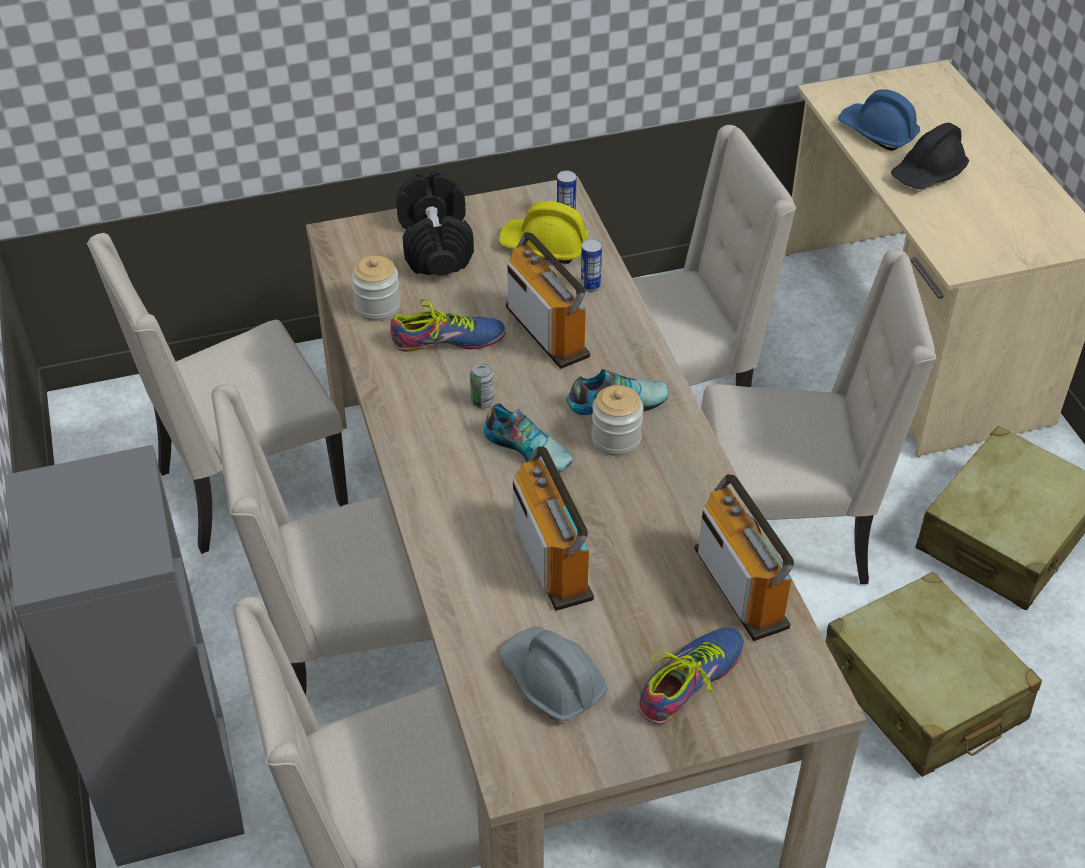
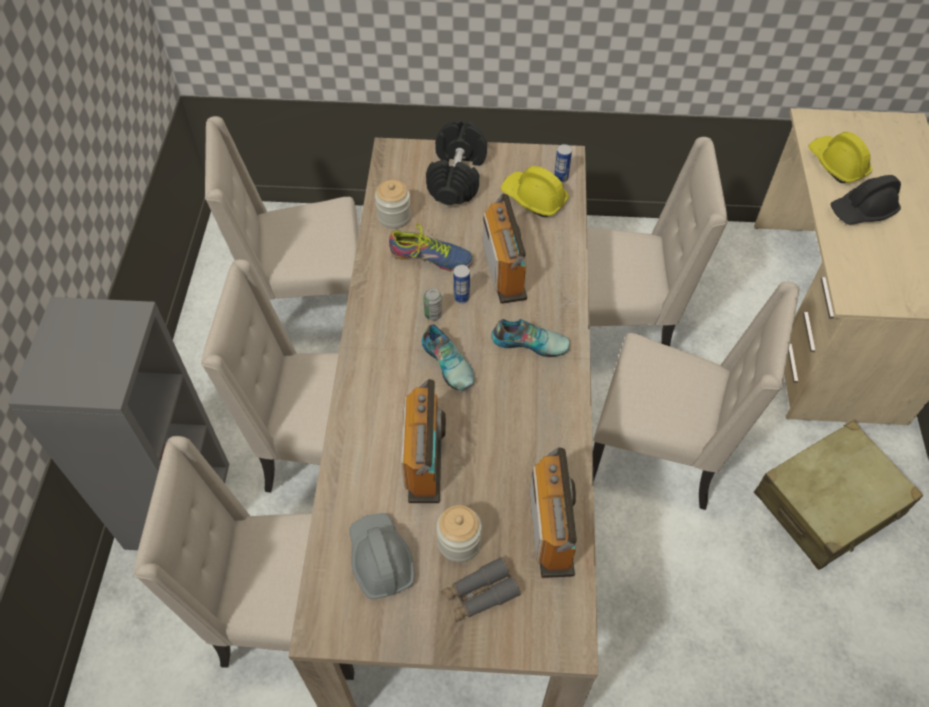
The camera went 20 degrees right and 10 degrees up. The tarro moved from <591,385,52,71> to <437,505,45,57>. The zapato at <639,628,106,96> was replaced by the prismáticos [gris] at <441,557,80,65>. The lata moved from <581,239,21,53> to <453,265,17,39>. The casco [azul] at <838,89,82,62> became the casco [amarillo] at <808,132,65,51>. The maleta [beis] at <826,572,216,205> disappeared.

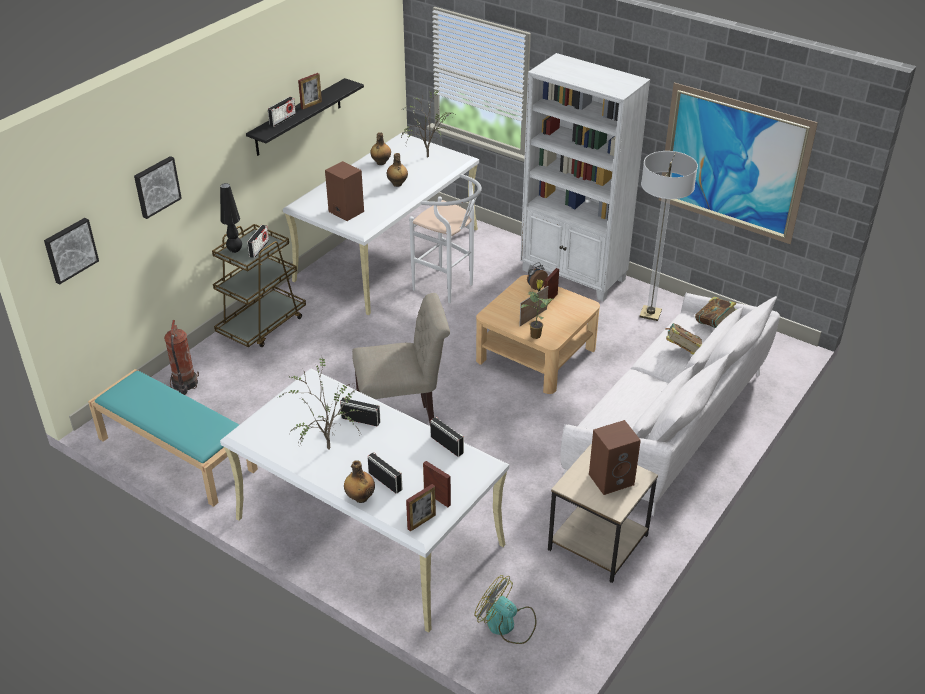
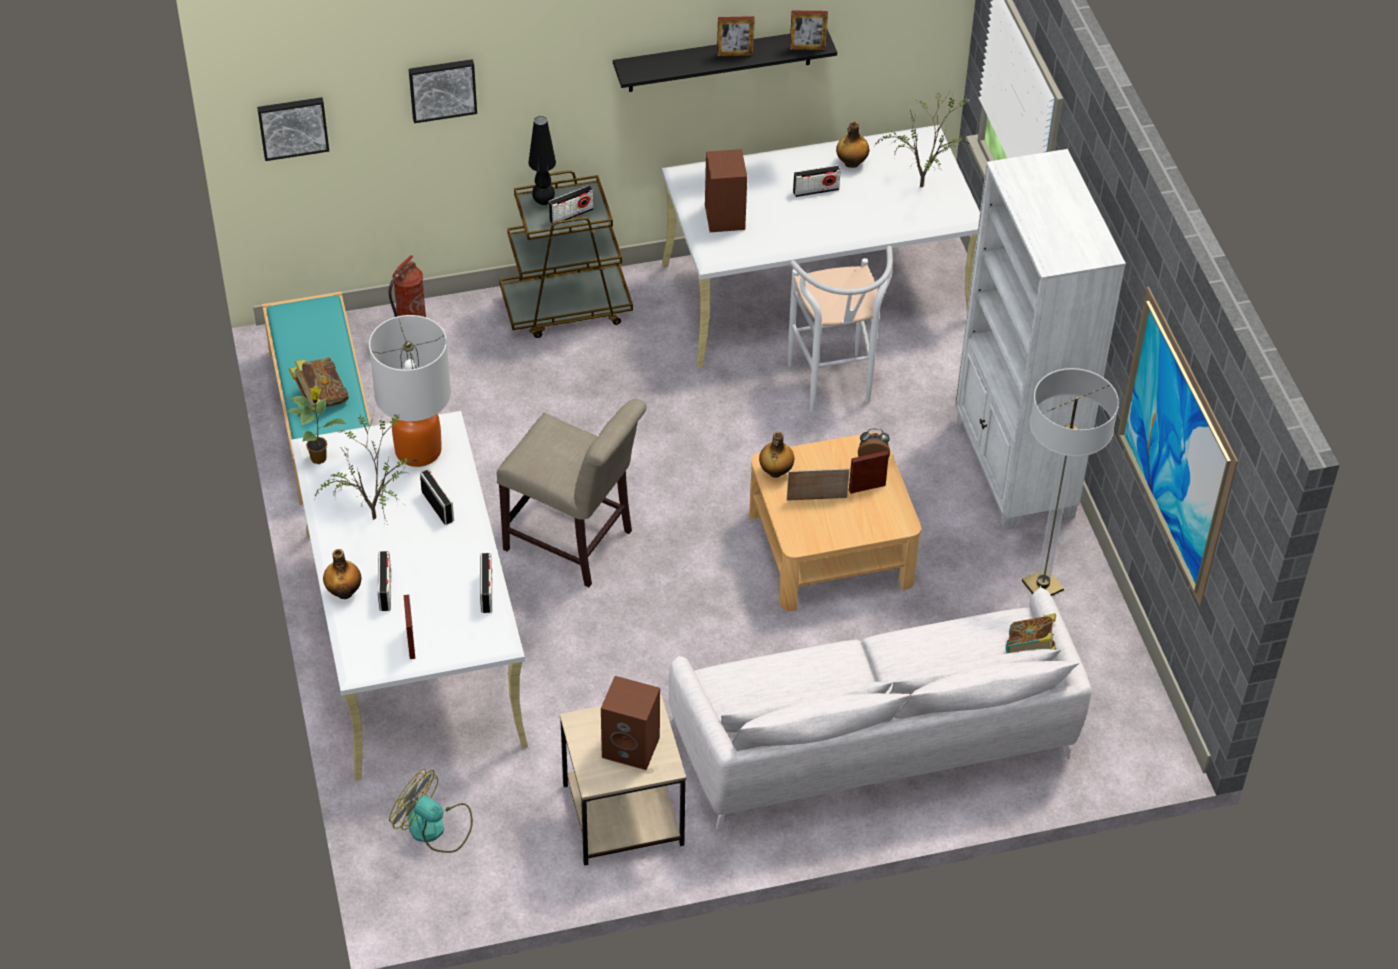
The camera went 40 degrees right and 10 degrees up. The planta en maceta moved from <521,279,32,60> to <286,387,60,77>. The libro moved from <665,323,37,32> to <289,357,60,55>. The lámpara de mesa at <369,315,82,152> appeared. The ventilador at <474,575,62,69> turned 45 degrees counterclockwise. The botella moved from <387,153,21,34> to <759,432,35,46>. The portarretratos moved from <406,484,30,48> to <790,11,38,39>. The radio moved from <268,97,28,30> to <793,165,48,32>.

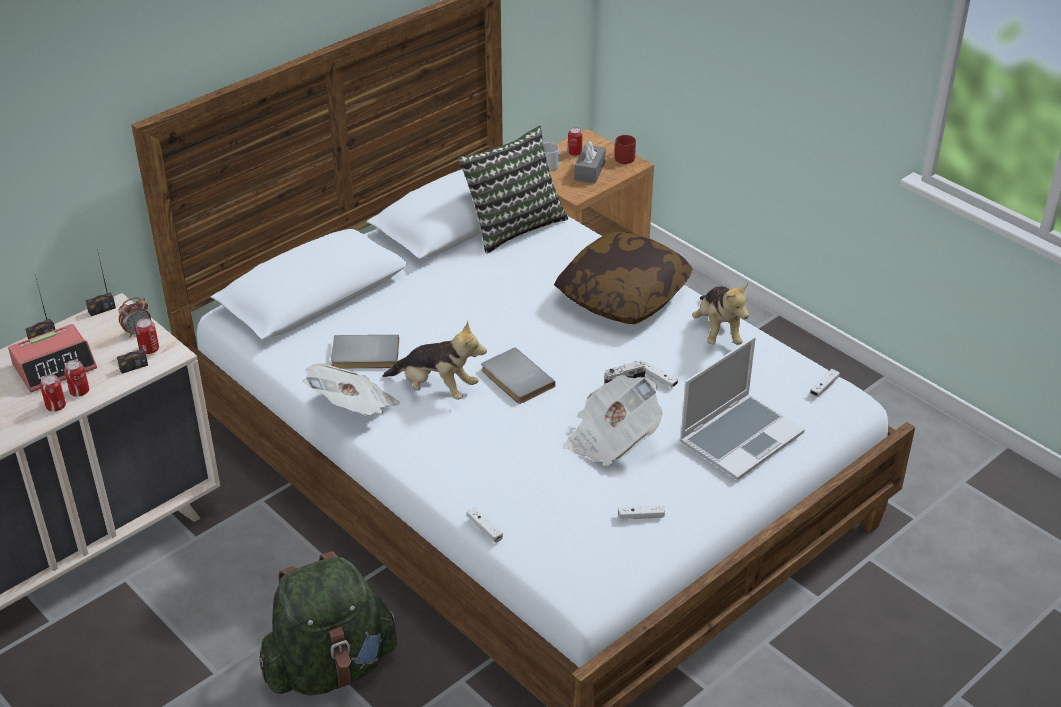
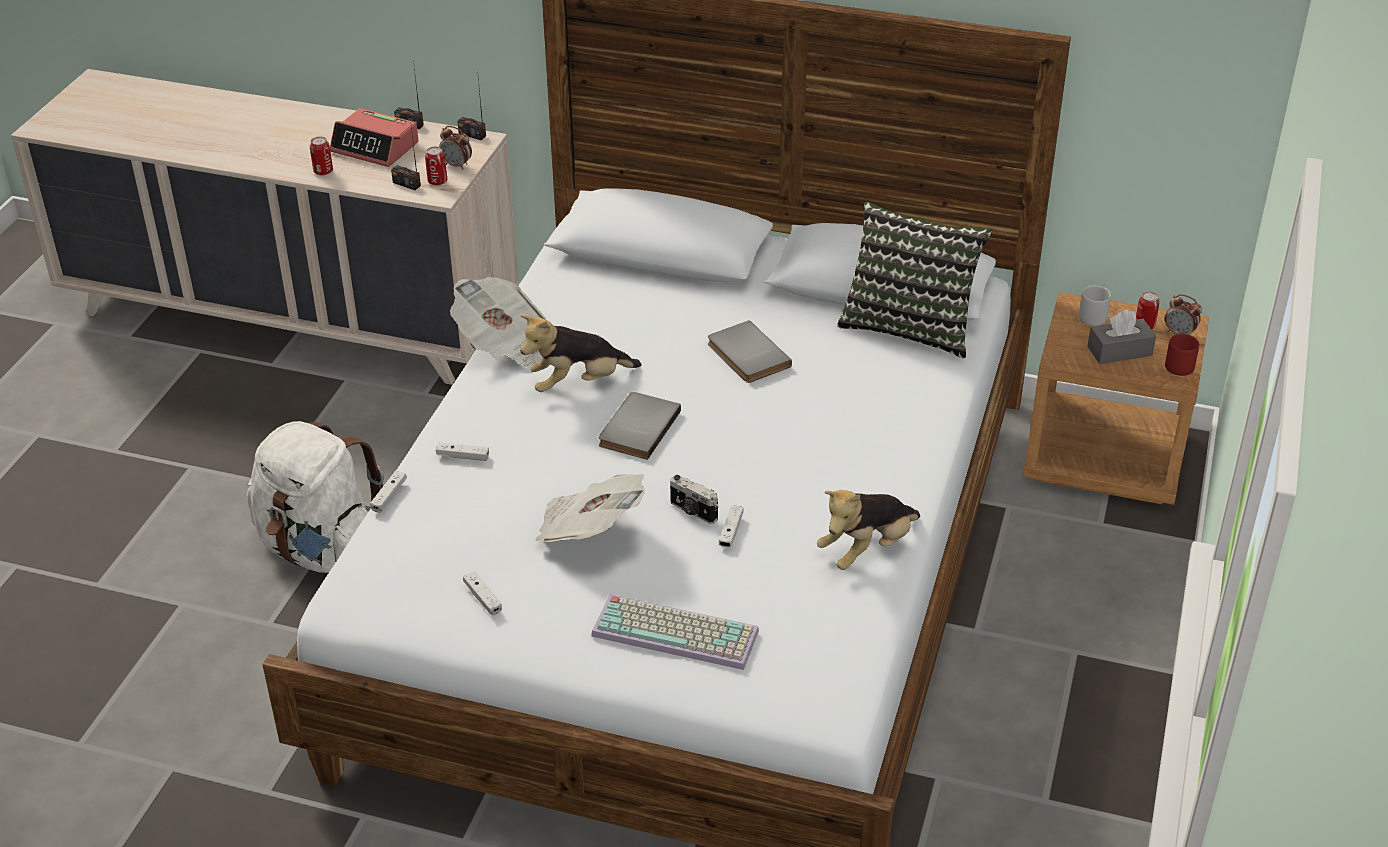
The camera went 60 degrees right and 0 degrees up. The mochila [verde] at <260,551,137,145> became the mochila [blanco] at <247,421,137,152>. The mando de consola [blanco] moved from <810,369,30,28> to <436,442,53,19>. The peluche at <383,321,104,79> turned 75 degrees clockwise. The portátil at <680,337,125,143> was replaced by the teclado at <591,594,168,76>. The libro [gris] moved from <331,335,68,33> to <708,320,84,63>. The despertador at <1165,294,37,41> appeared. The lata at <64,360,25,37> disappeared. The cojín at <554,231,139,93> disappeared.

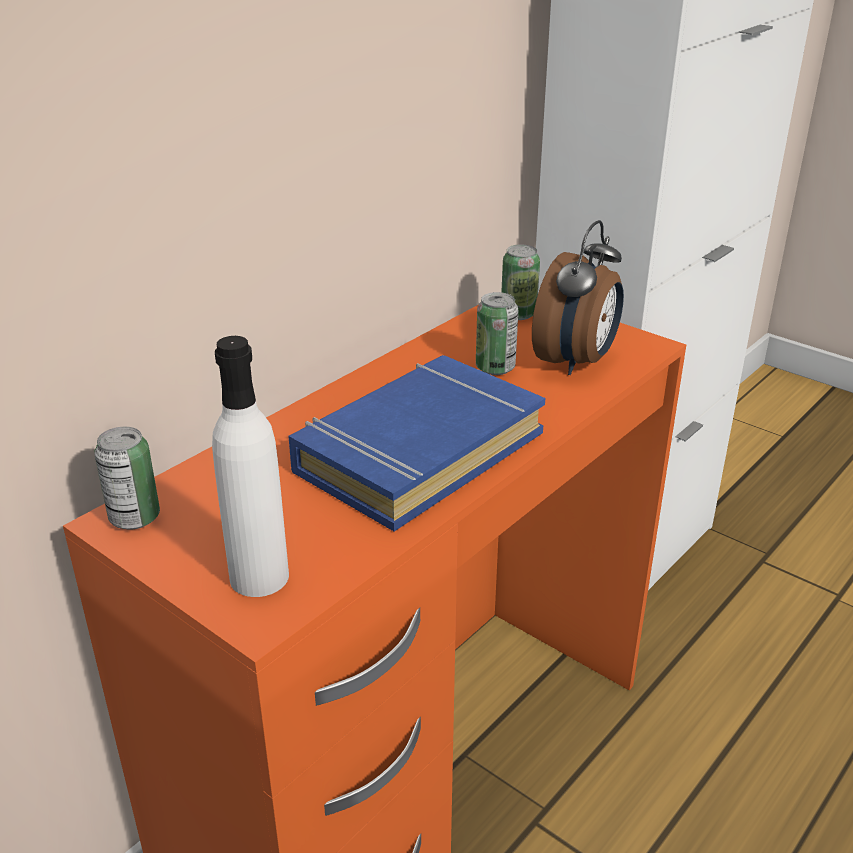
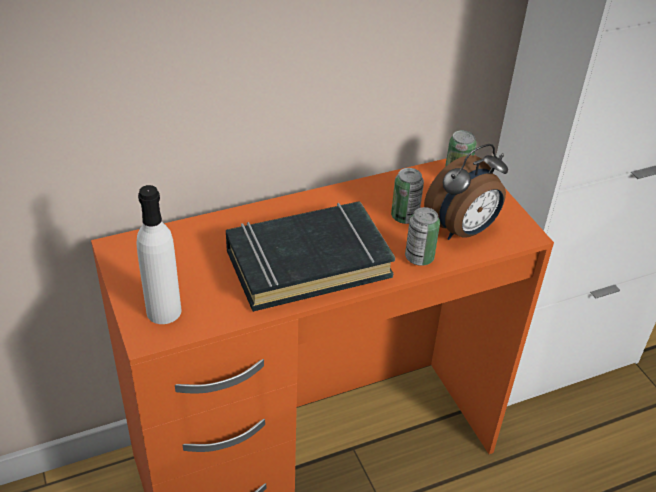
The camera went 25 degrees right and 10 degrees up. The libro [azul] at <288,355,257,176> became the libro [negro] at <226,201,169,111>. The lata moved from <95,427,65,103> to <405,207,35,59>.

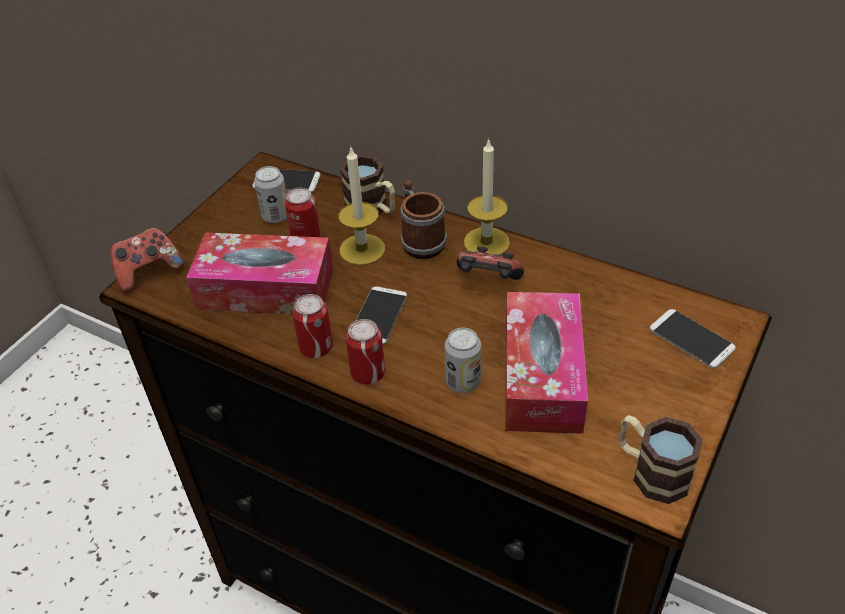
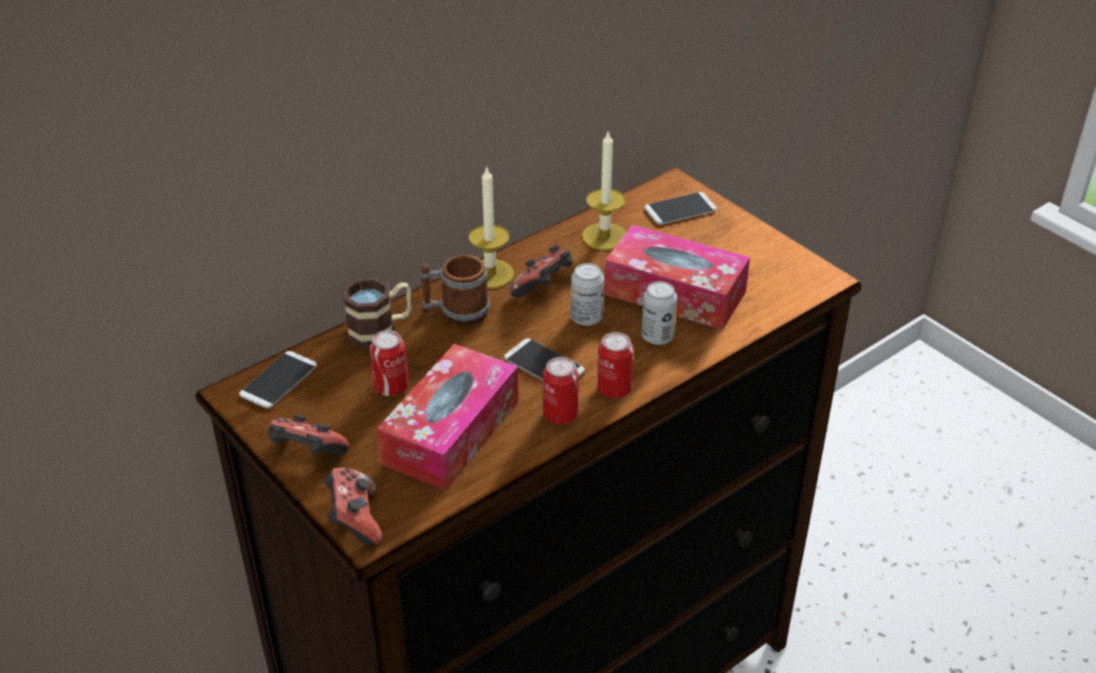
The camera went 70 degrees left and 5 degrees down. The mando de consola at <268,414,81,41> appeared. The lata moved from <254,166,33,57> to <571,263,33,63>. The vela moved from <338,148,47,117> to <582,132,44,118>. The taza grande at <619,415,84,89> disappeared.

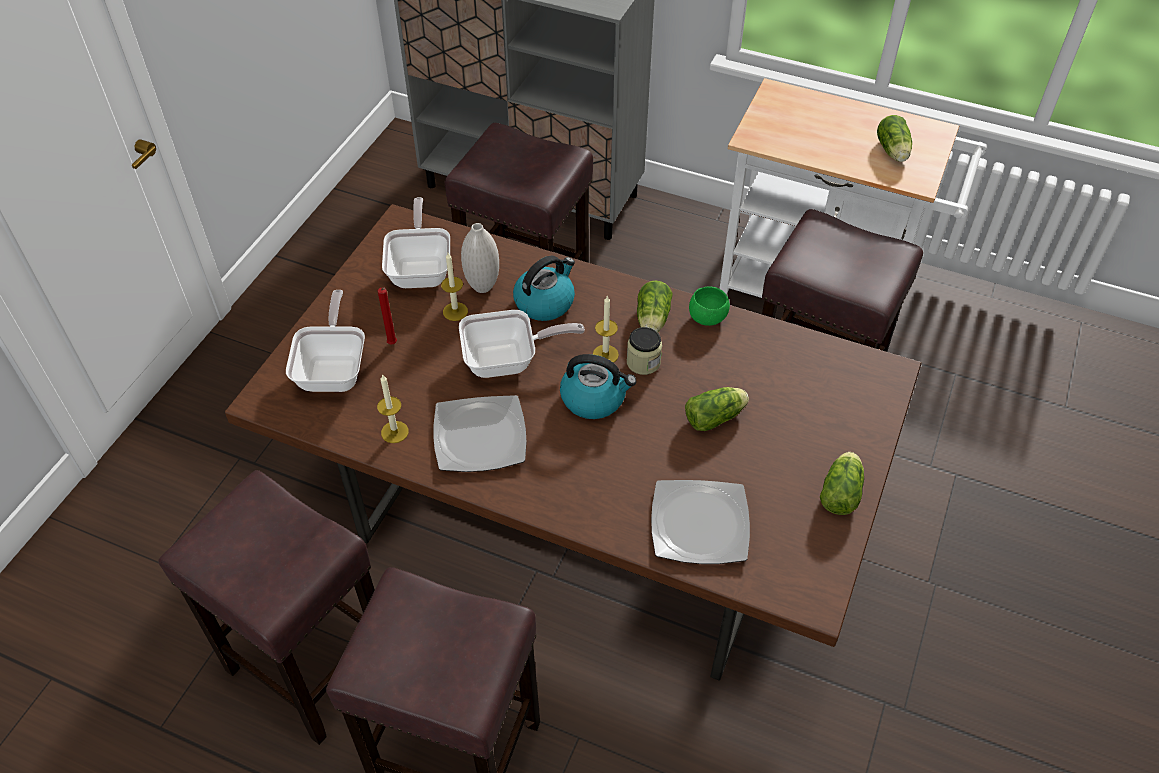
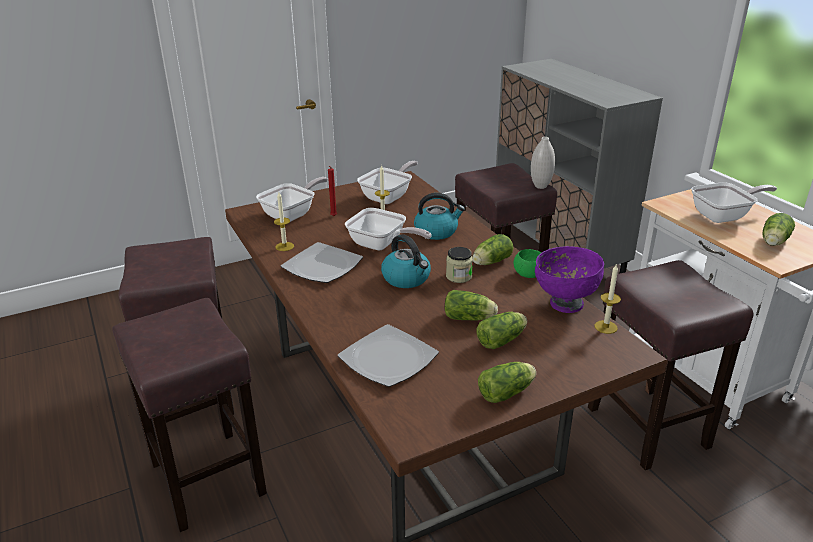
The camera went 40 degrees right and 20 degrees down. The lechuga at <476,312,51,37> appeared. The florero [blanco] moved from <461,223,38,70> to <531,137,24,52>. The cuenco [morado] at <535,246,69,67> appeared. The vela moved from <593,296,26,67> to <594,265,27,69>. The sartén at <691,182,86,41> appeared.

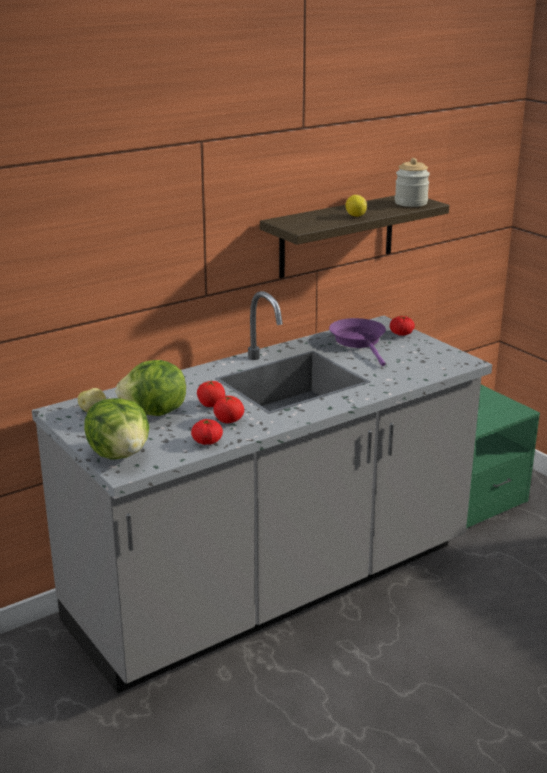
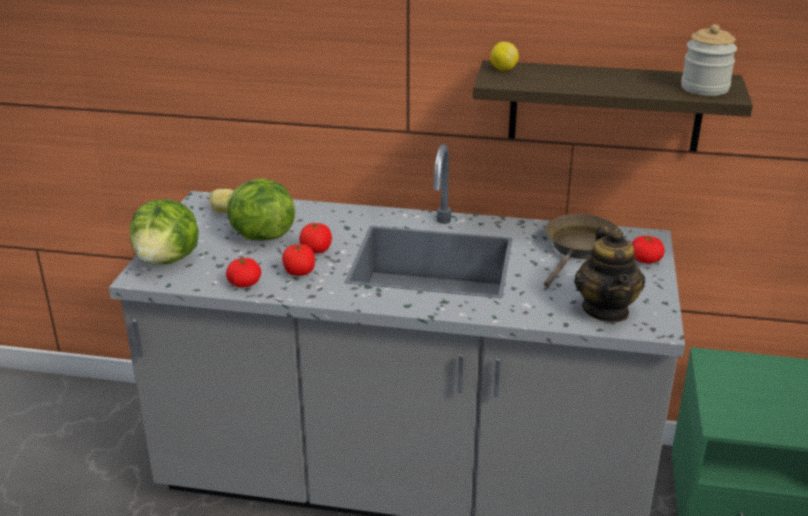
The camera went 45 degrees right and 5 degrees up. The limón moved from <345,195,22,22> to <490,42,29,29>. The sartén [morado] at <329,318,57,48> became the sartén [marrón] at <544,214,74,73>. The tetera at <574,225,71,97> appeared.

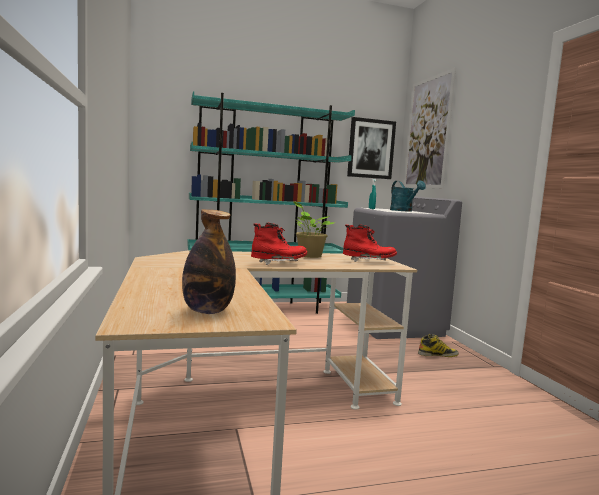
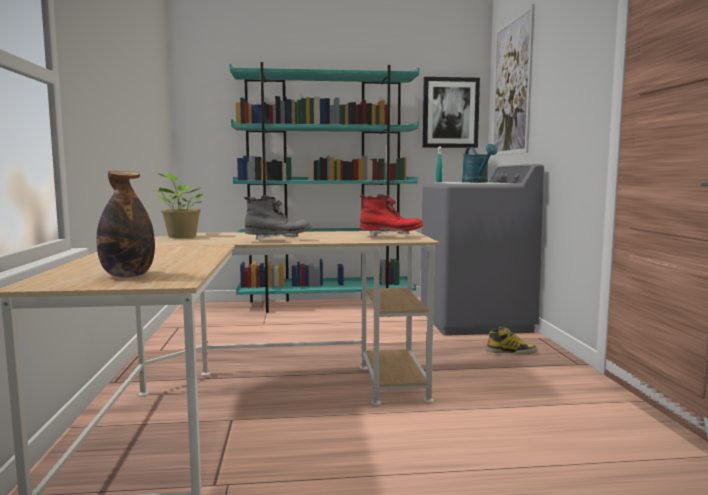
The camera went 10 degrees right and 0 degrees up. The planta en maceta moved from <293,201,42,57> to <152,173,52,65>. The bota [rojo] at <251,223,56,42> became the bota [gris] at <244,195,68,47>.

